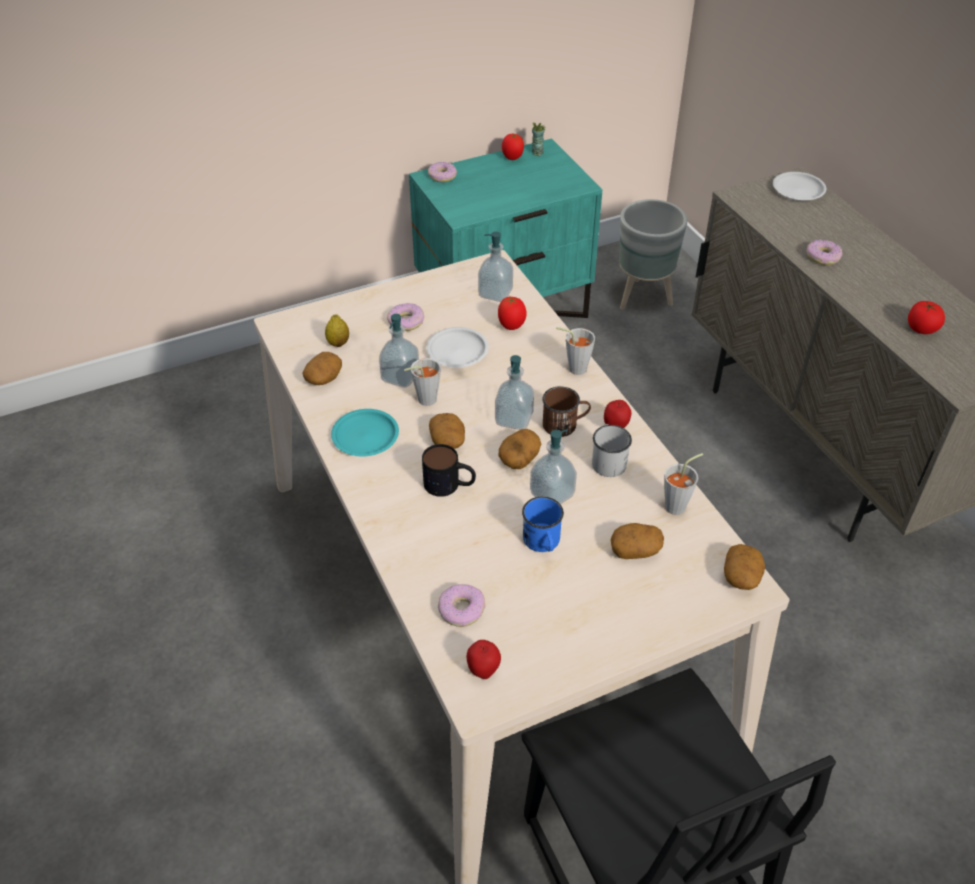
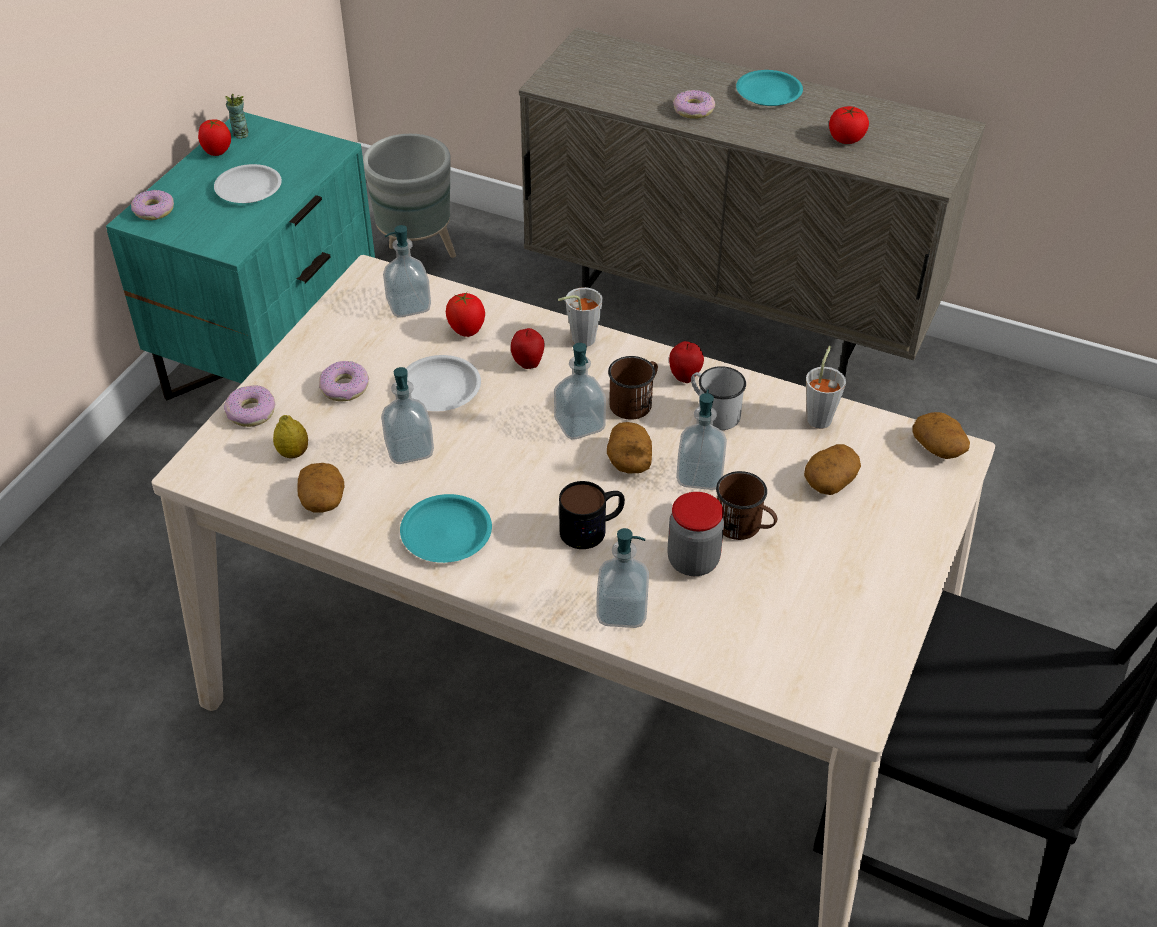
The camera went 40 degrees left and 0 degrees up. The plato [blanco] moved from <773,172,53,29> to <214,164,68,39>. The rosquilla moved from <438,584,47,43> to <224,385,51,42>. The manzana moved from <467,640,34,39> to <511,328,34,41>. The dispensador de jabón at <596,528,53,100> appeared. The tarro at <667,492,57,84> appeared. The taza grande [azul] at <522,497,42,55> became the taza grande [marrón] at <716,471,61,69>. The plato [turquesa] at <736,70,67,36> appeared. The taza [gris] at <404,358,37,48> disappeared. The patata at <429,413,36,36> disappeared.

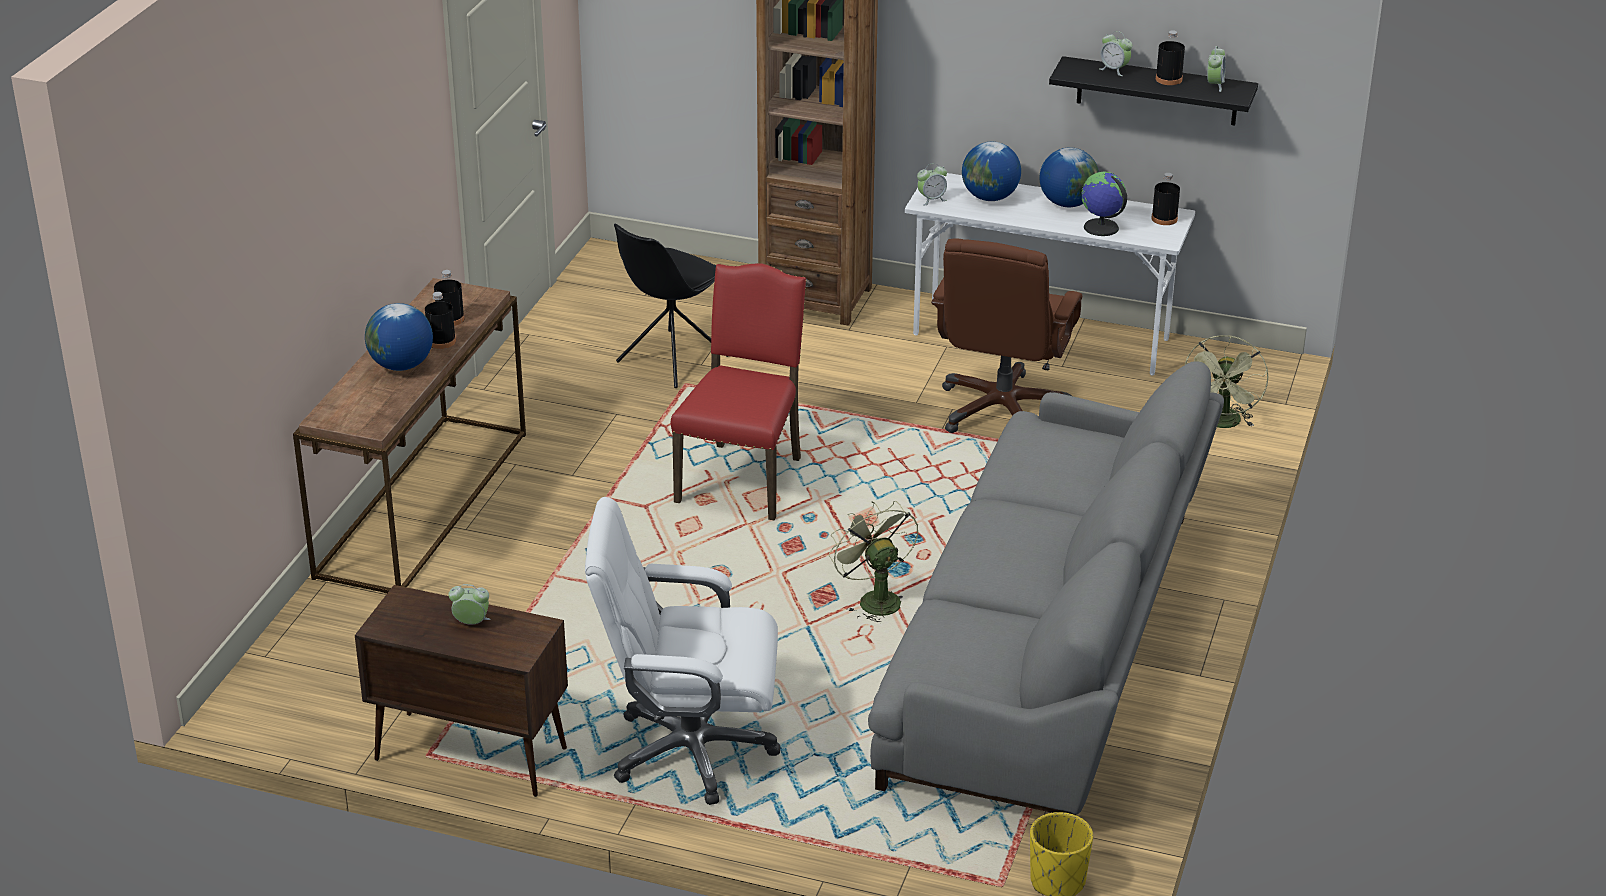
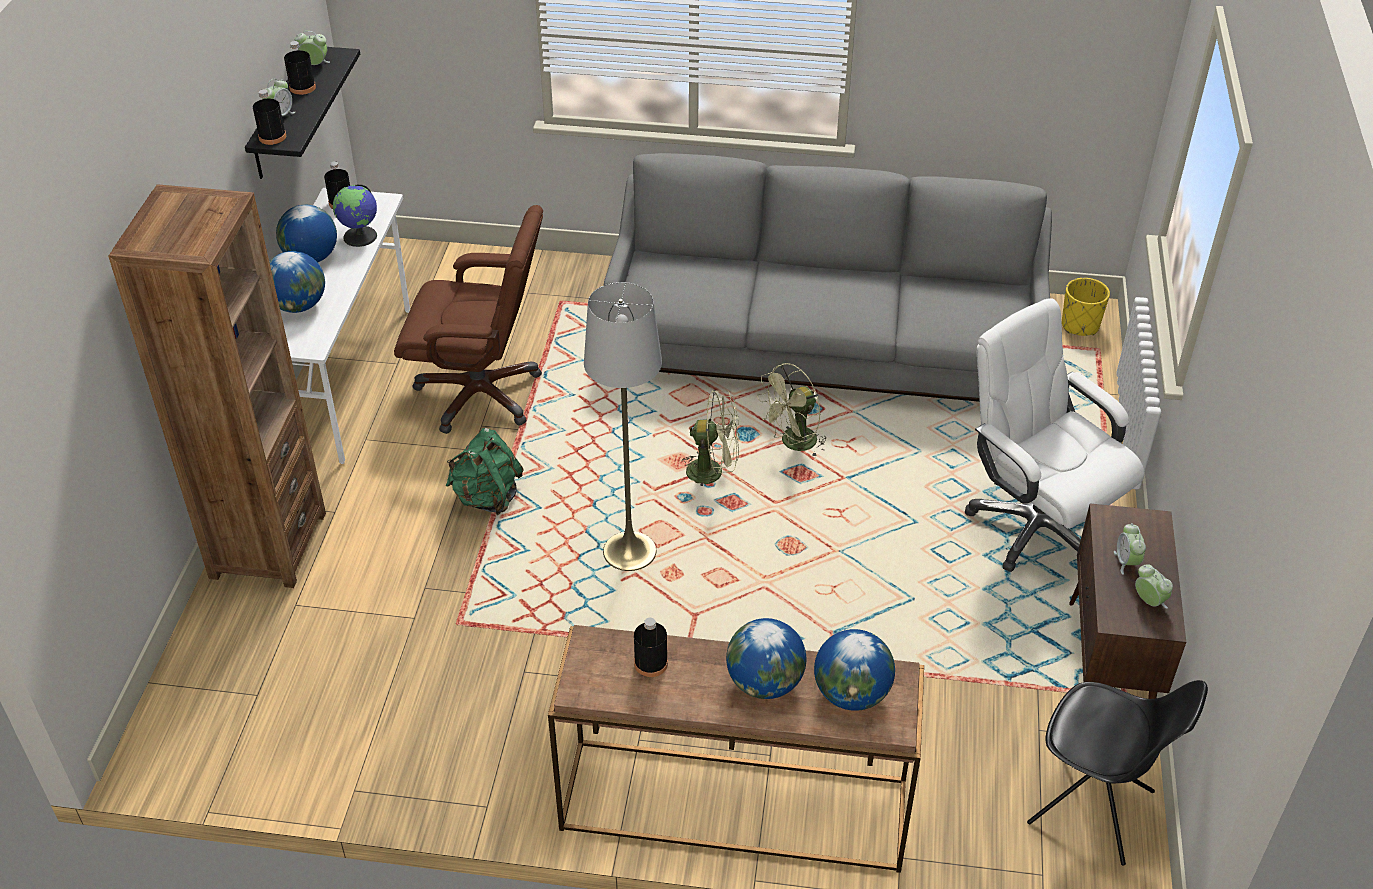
The camera went 100 degrees left and 10 degrees up. The botella [negro] moved from <425,292,31,57> to <253,89,33,56>. The mochila [verde] at <446,428,78,87> appeared. The silla [rojo] at <671,263,135,257> was replaced by the lámpara de pie [gris] at <584,282,78,289>. The ventilador [verde] moved from <1185,335,83,93> to <682,390,58,96>. The globo terráqueo at <814,629,81,82> appeared. The silla de oficina [blanco] at <585,497,195,308> turned 150 degrees clockwise. The silla [negro] moved from <614,224,114,164> to <1027,680,181,185>. The despertador moved from <917,163,30,43> to <1135,564,38,45>.

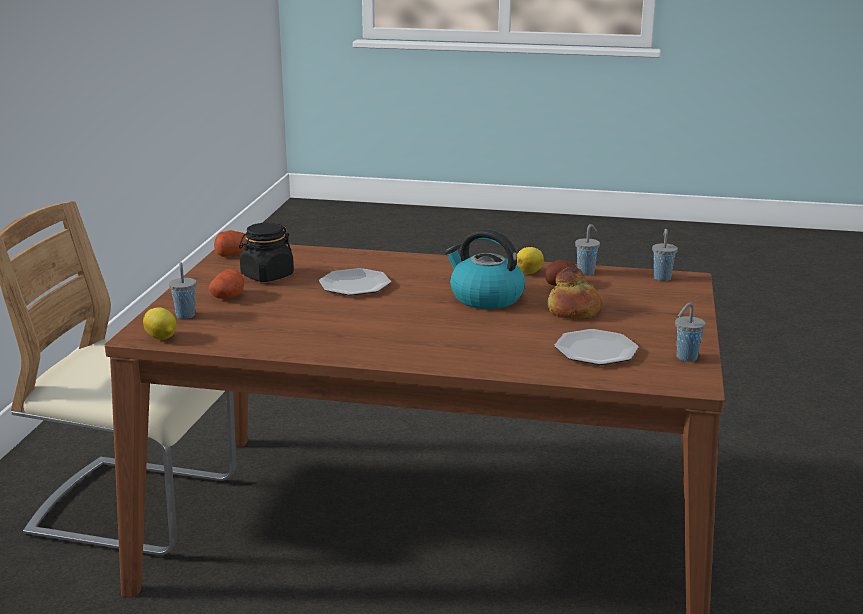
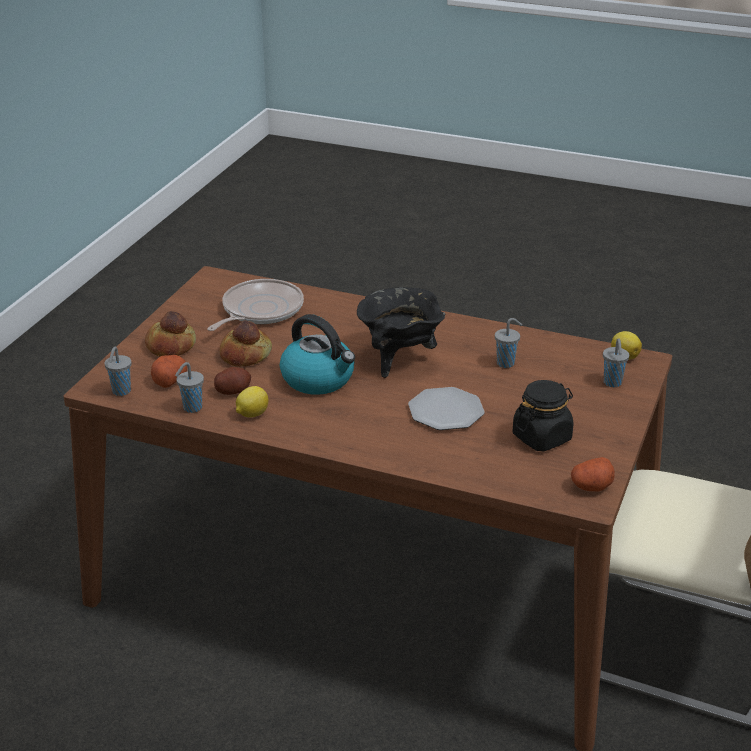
The camera went 170 degrees left and 10 degrees up. The pan at <145,311,51,46> appeared. The patata moved from <209,269,35,30> to <151,355,36,33>. The plato at <554,329,85,36> was replaced by the sartén at <207,279,97,52>. The olla [negro] at <357,287,88,91> appeared. The taza [gris] moved from <675,302,31,60> to <495,318,27,50>.

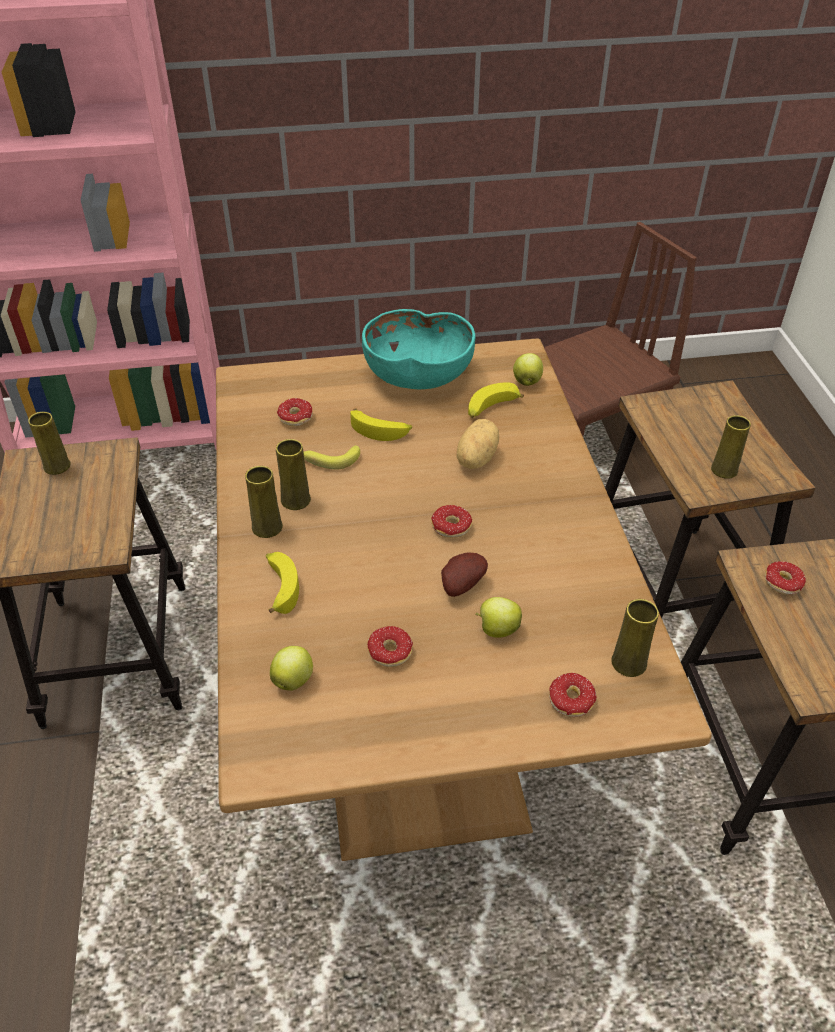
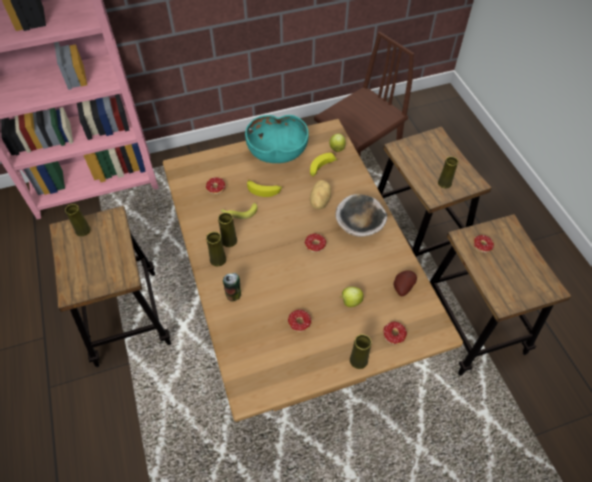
The camera went 10 degrees left and 10 degrees up. The plátano at <266,552,33,62> was replaced by the lata at <223,273,18,29>. The cuenco at <335,194,52,43> appeared. The florero [amarillo] moved from <611,599,48,78> to <350,334,21,35>. The patata moved from <441,552,47,45> to <394,270,23,26>. The manzana at <270,646,43,45> disappeared.

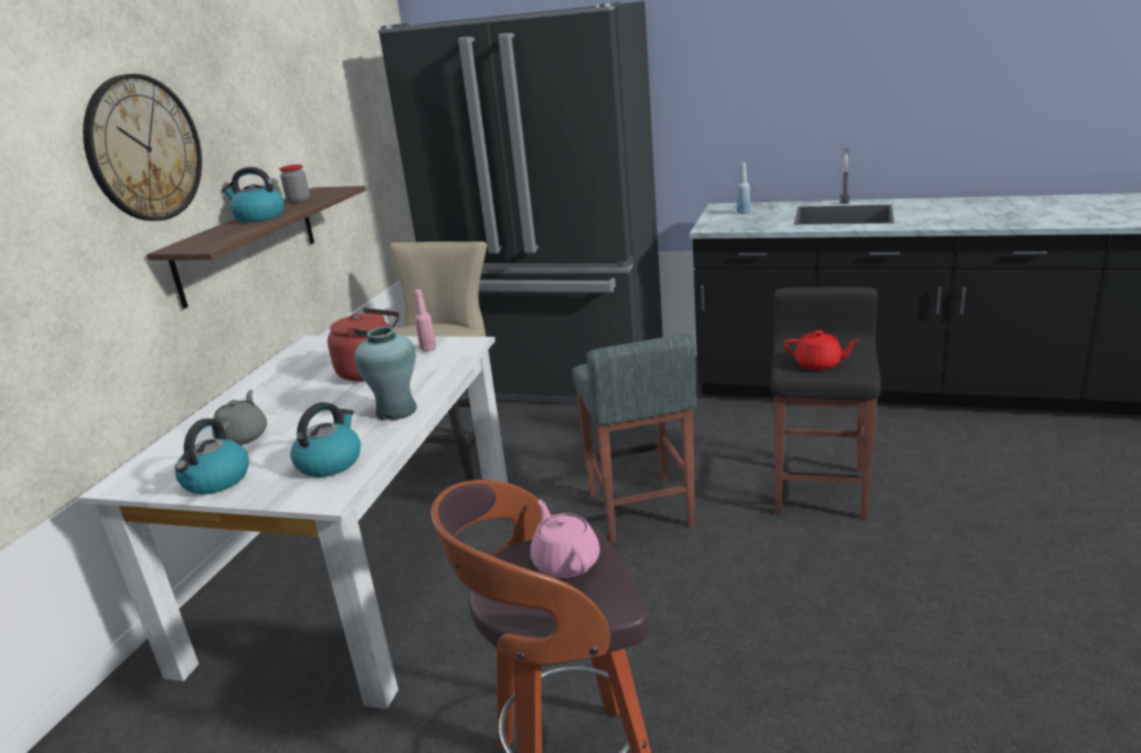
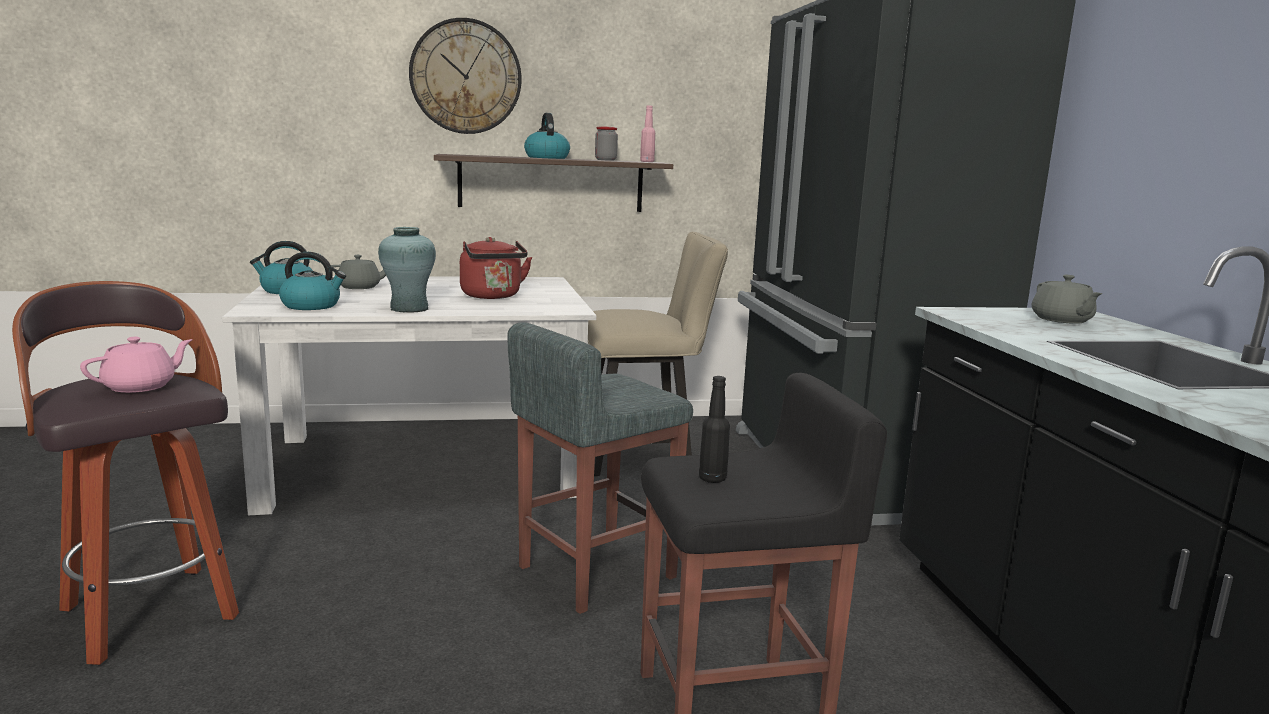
The camera went 60 degrees right and 10 degrees down. The botella [rosa] moved from <414,289,22,62> to <640,106,15,56>. The tetera [rojo] at <783,330,77,40> was replaced by the botella [negro] at <699,376,31,107>. The botella [azul] at <737,162,13,52> was replaced by the tetera [gris] at <1032,275,70,49>.

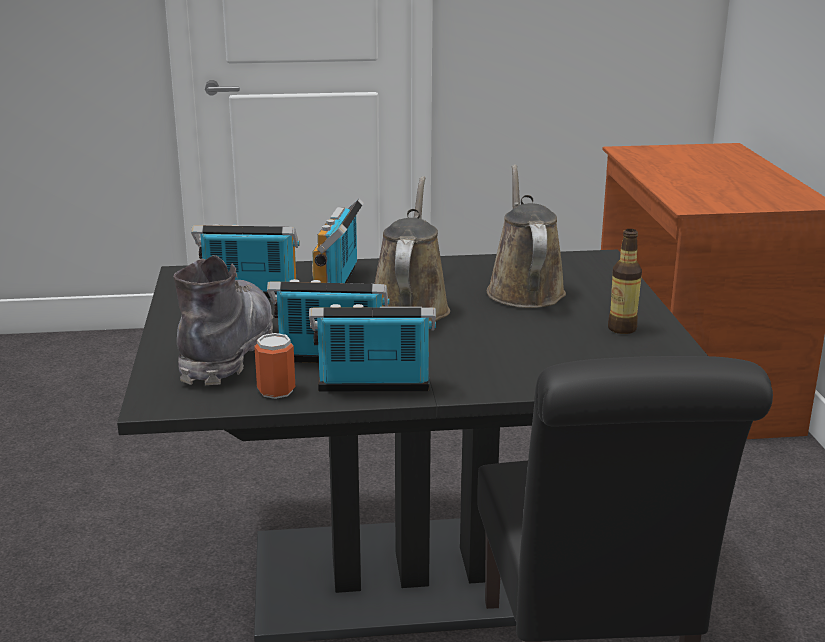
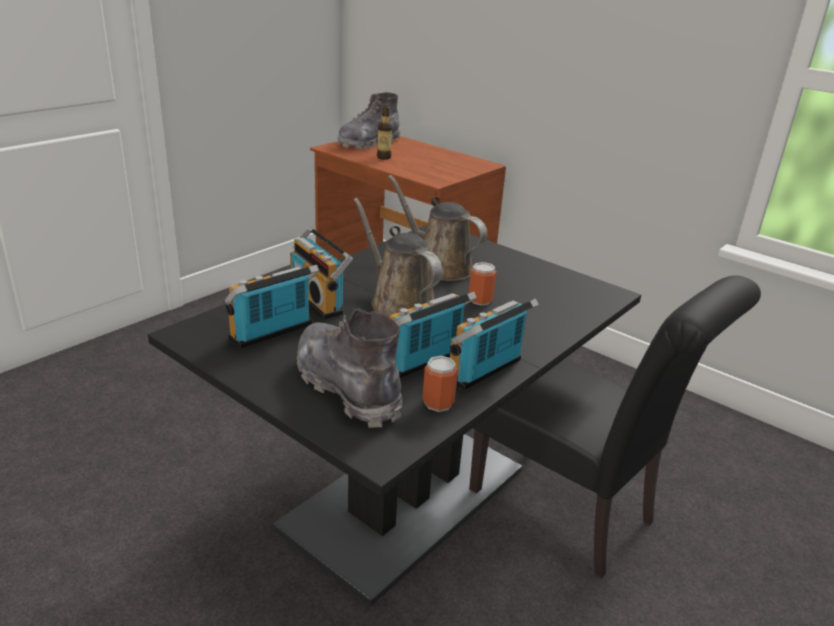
The camera went 45 degrees left and 5 degrees up. The bota [gris] at <338,92,62,57> appeared. The botella moved from <608,229,34,105> to <377,106,15,54>. The lata at <469,262,28,44> appeared.

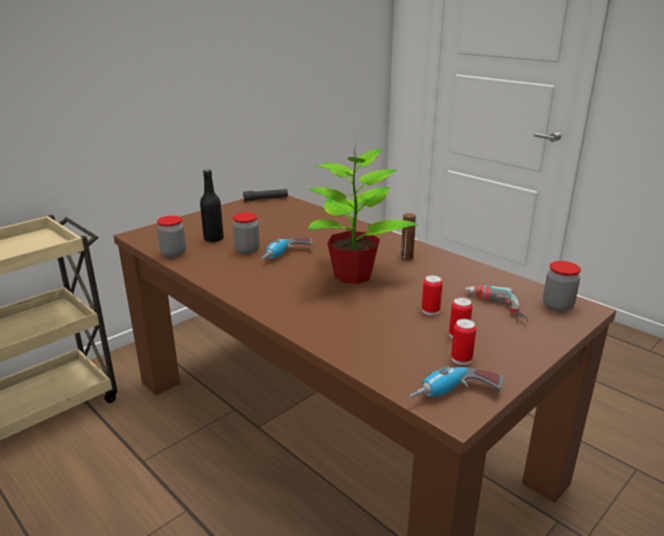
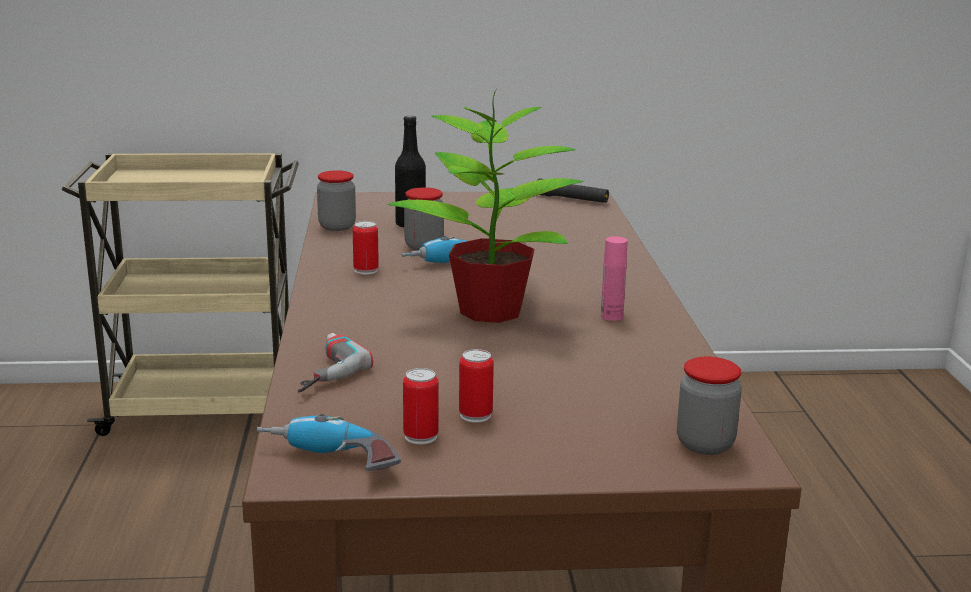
The camera went 40 degrees right and 5 degrees down. The taladro moved from <465,285,63,37> to <298,333,75,60>. The lata moved from <422,275,21,40> to <353,221,26,54>. The botella [marrón] at <401,213,15,47> became the botella [rosa] at <601,236,27,85>.

